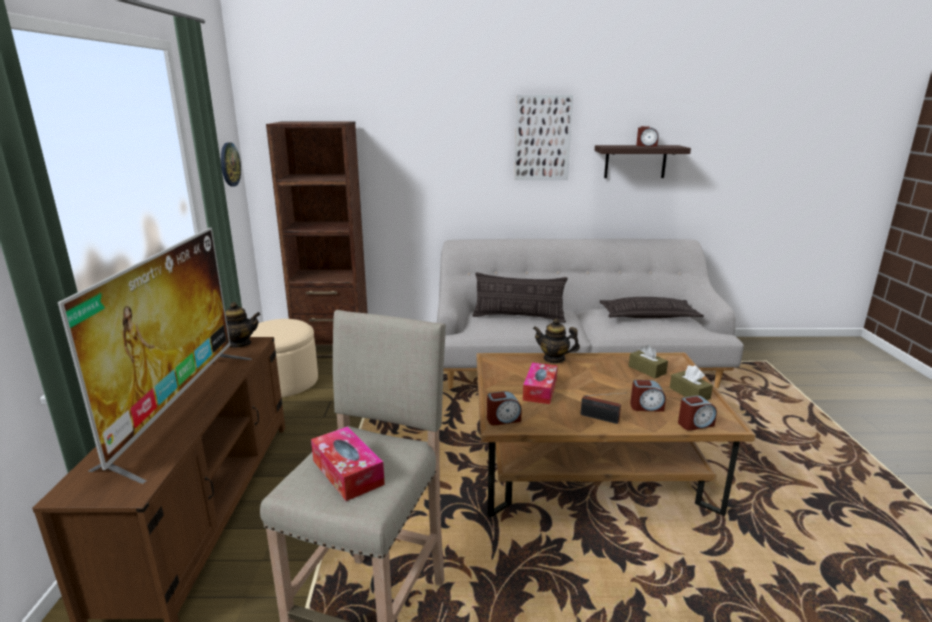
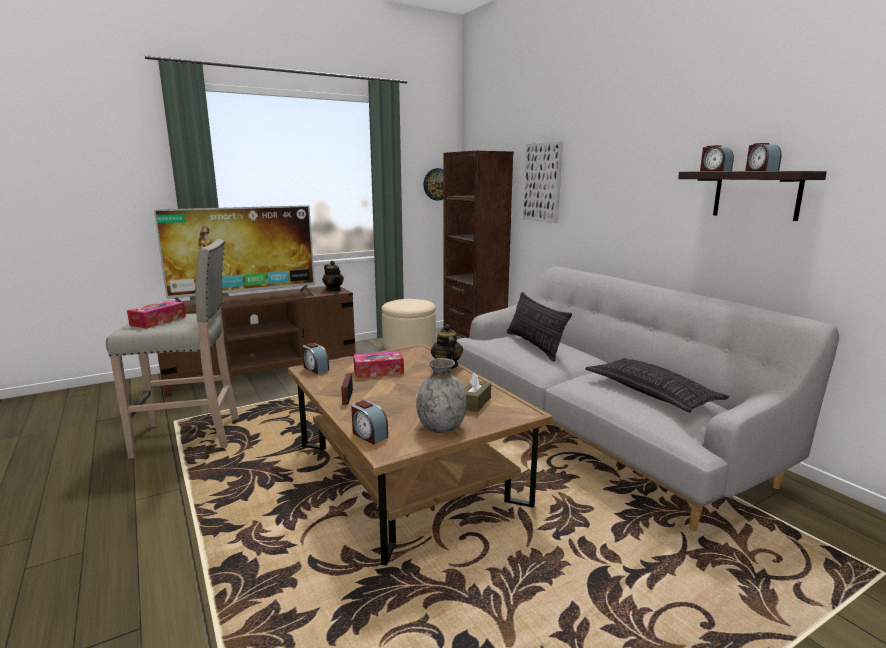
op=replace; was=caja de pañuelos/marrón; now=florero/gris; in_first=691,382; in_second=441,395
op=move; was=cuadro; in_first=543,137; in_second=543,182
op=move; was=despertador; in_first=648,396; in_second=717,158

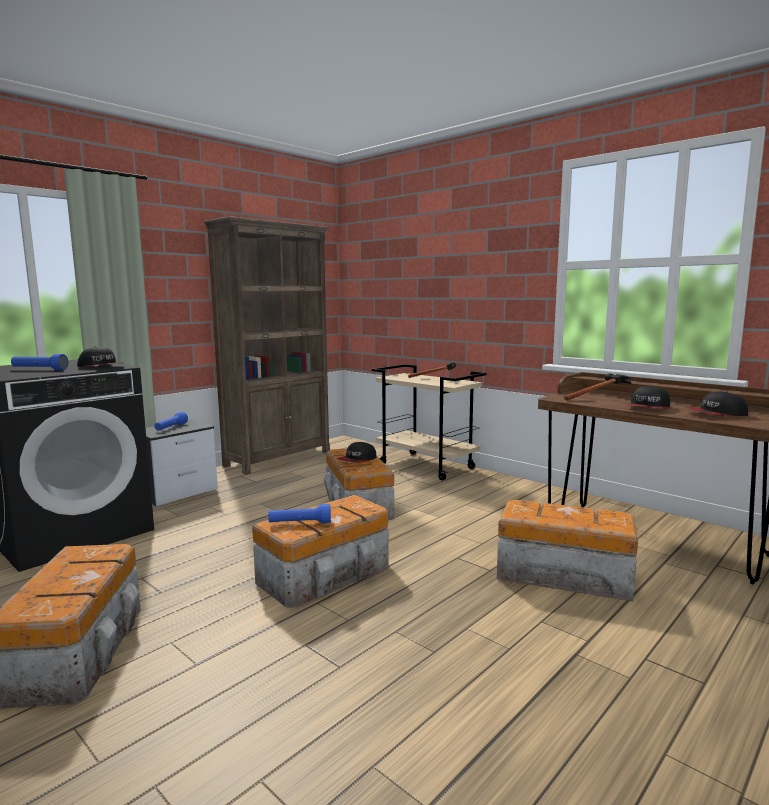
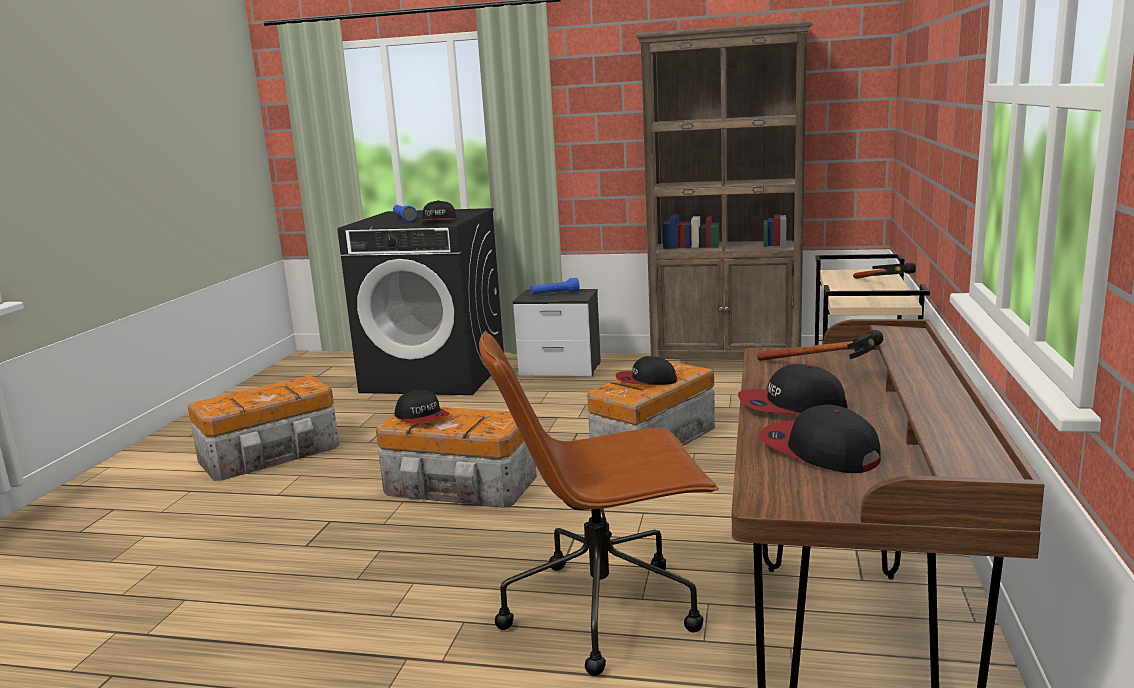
op=replace; was=linterna/azul; now=gorra; in_first=299,513; in_second=421,407
op=replace; was=caja de almacenaje; now=silla de oficina/marrón; in_first=567,550; in_second=599,503

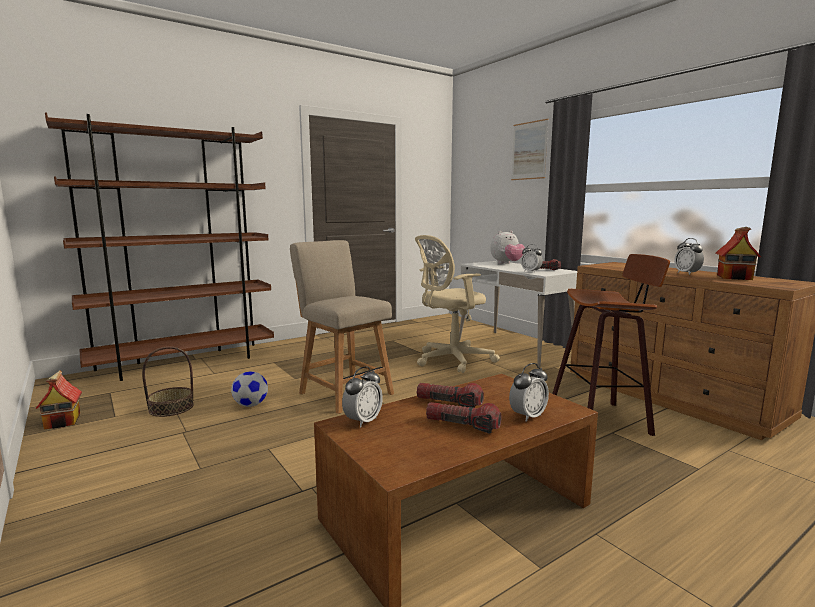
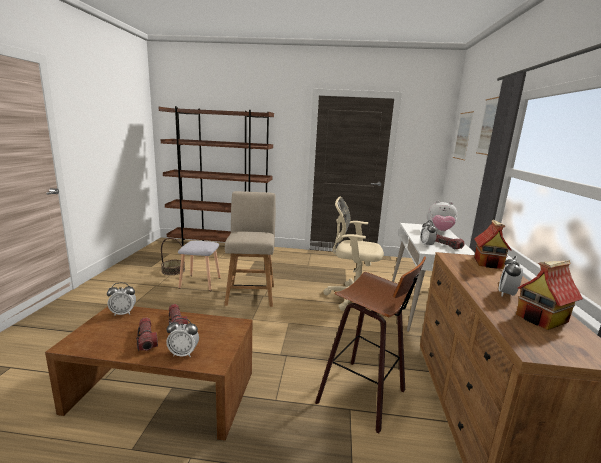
op=replace; was=balón de fútbol; now=taburete/gris; in_first=249,389; in_second=199,266
op=insert; now=cuadro; in_second=463,135
op=move; was=casita; in_first=58,400; in_second=493,244

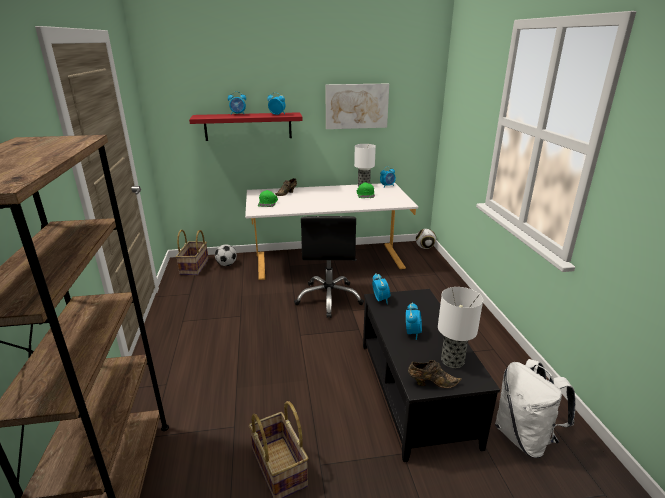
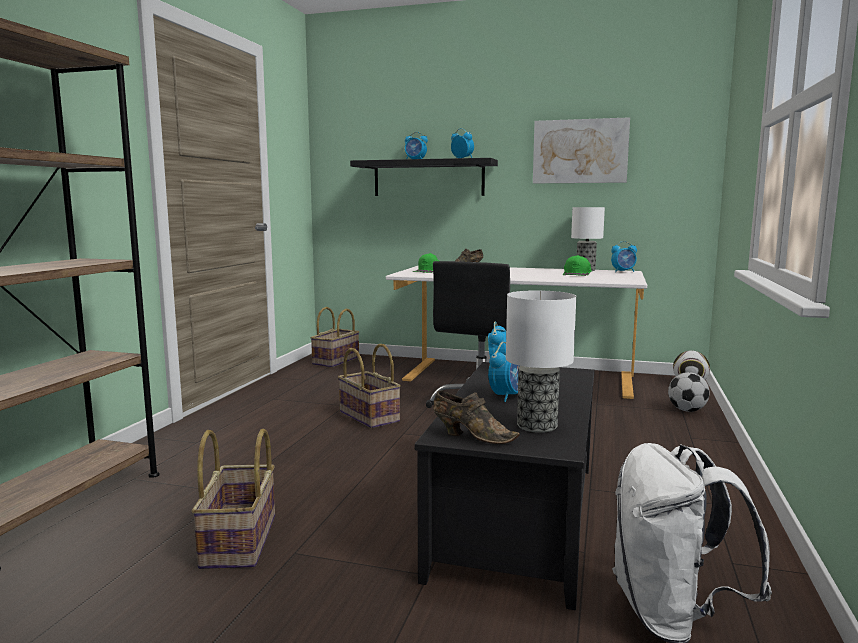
op=insert; now=cesta; in_second=369,386
op=recolor; was=estante/rojo; now=estante/negro; in_first=246,126; in_second=424,177
op=move; was=balón de fútbol; in_first=226,255; in_second=688,392

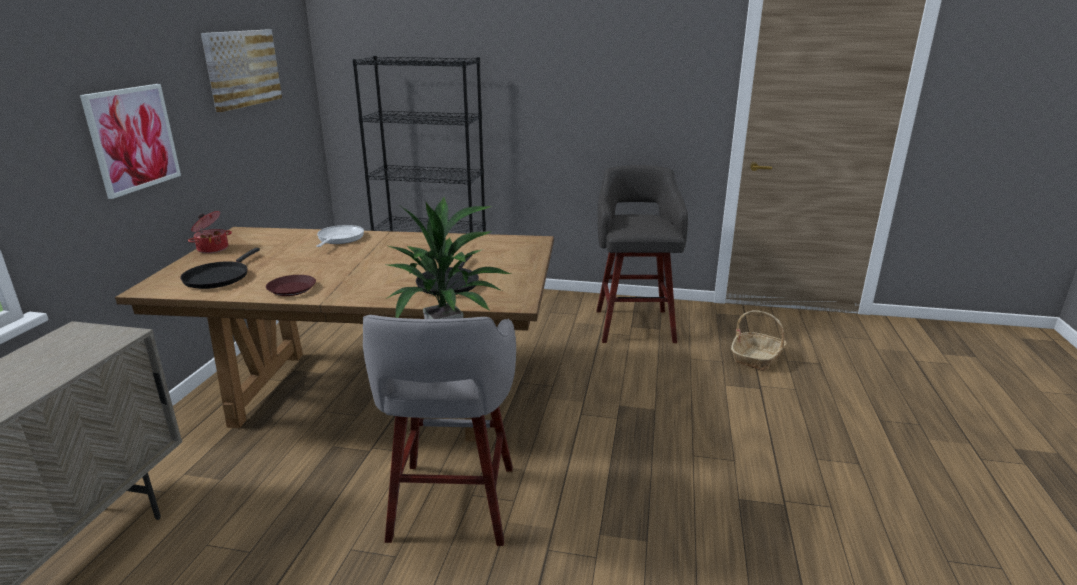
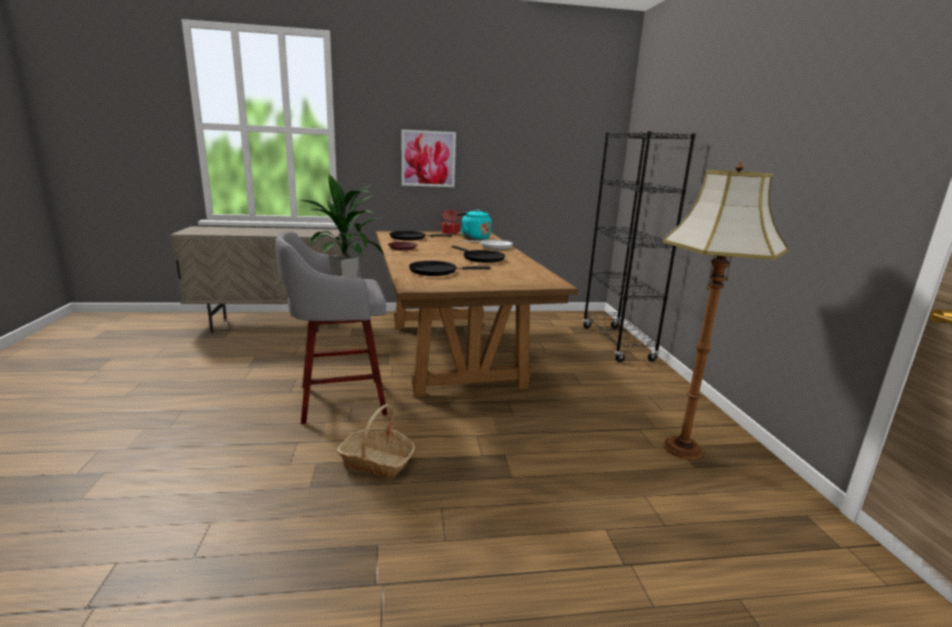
op=move; was=cesta; in_first=759,340; in_second=376,441
op=insert; now=sartén/negro; in_second=478,254
op=insert; now=hervidor/turquesa; in_second=474,224
op=replace; was=taburete/gris; now=lámpara de pie; in_first=642,254; in_second=726,310
op=delete; was=cuadro; in_first=241,71

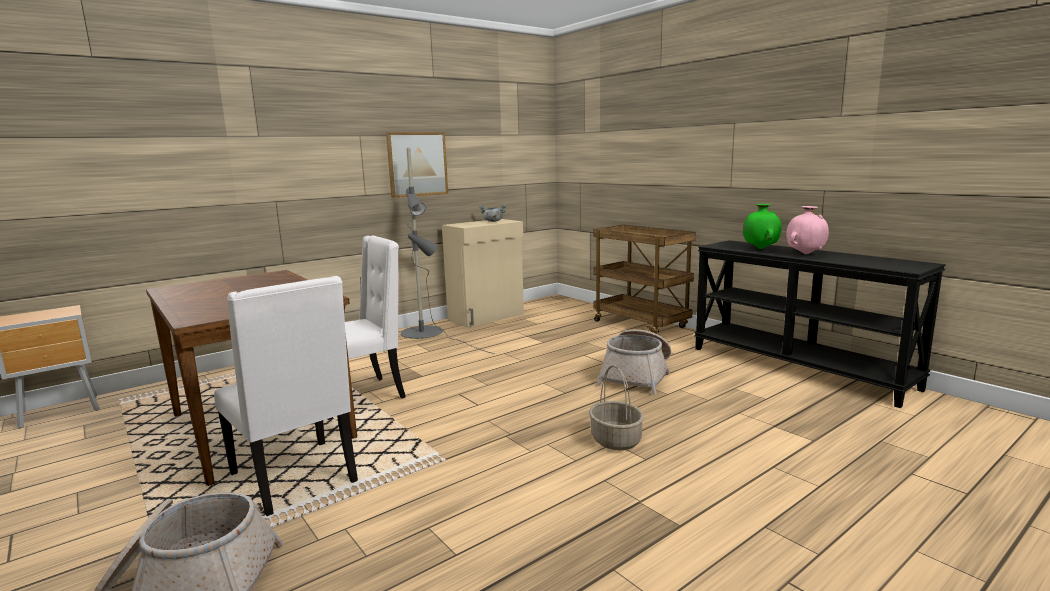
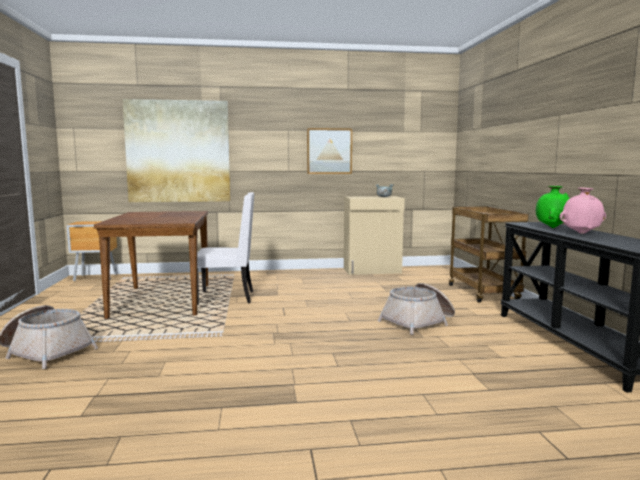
op=insert; now=cuadro; in_second=176,150
op=delete; was=silla/blanco; in_first=286,396
op=delete; was=lámpara de pie/gris; in_first=448,250
op=delete; was=cesta; in_first=616,407

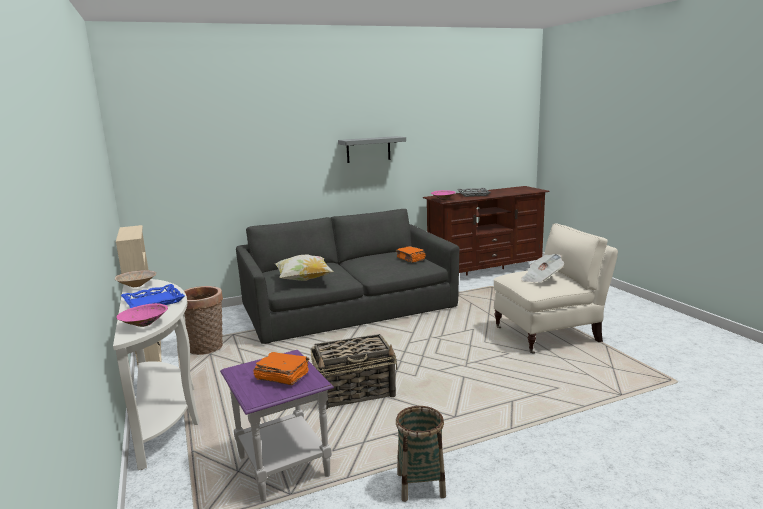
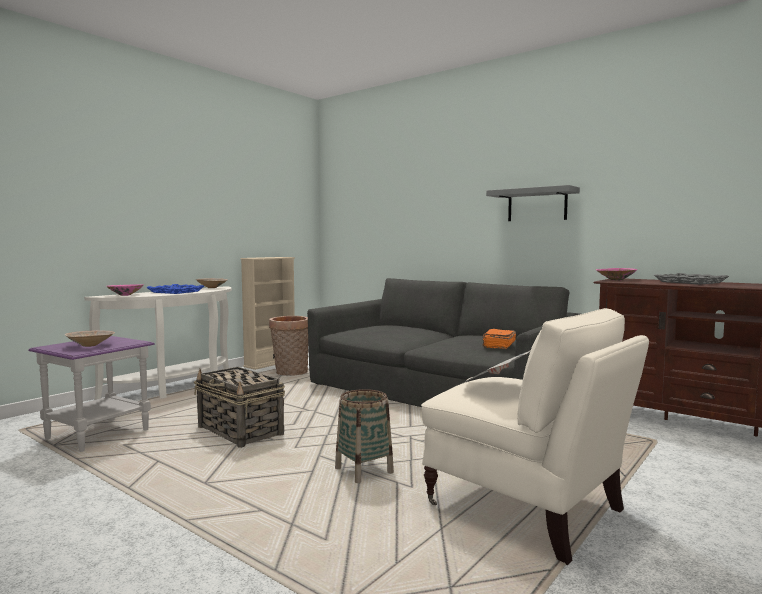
op=replace; was=libro/naranja; now=cuenco/beis; in_first=281,368; in_second=90,338
op=move; was=cesta; in_first=421,454; in_second=364,436
op=delete; was=cojín; in_first=304,267

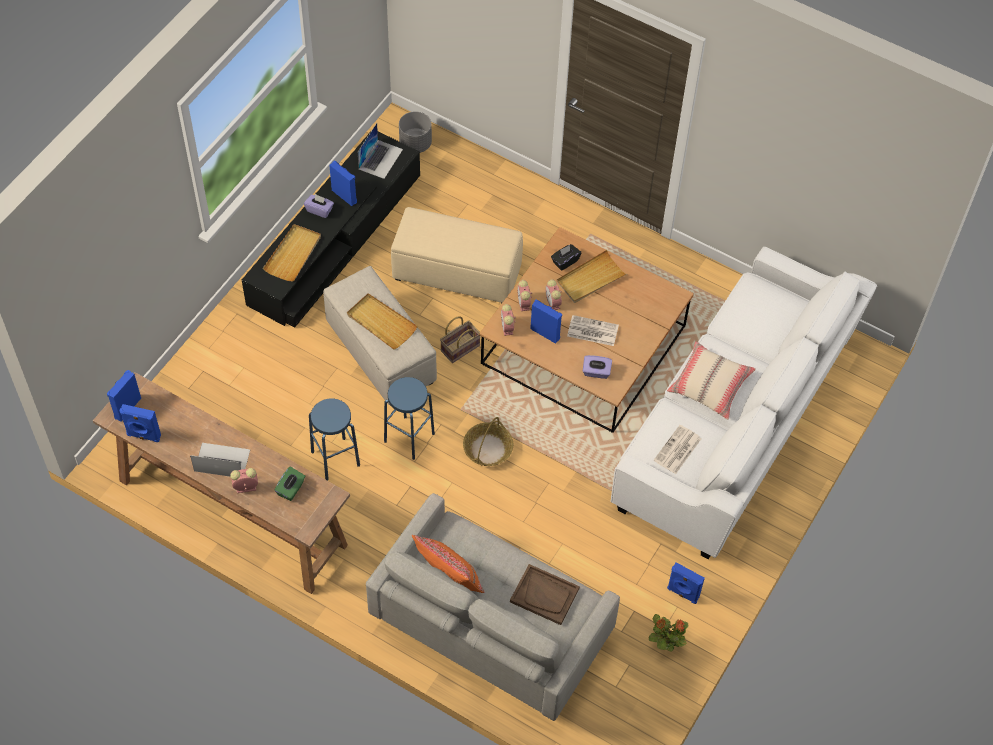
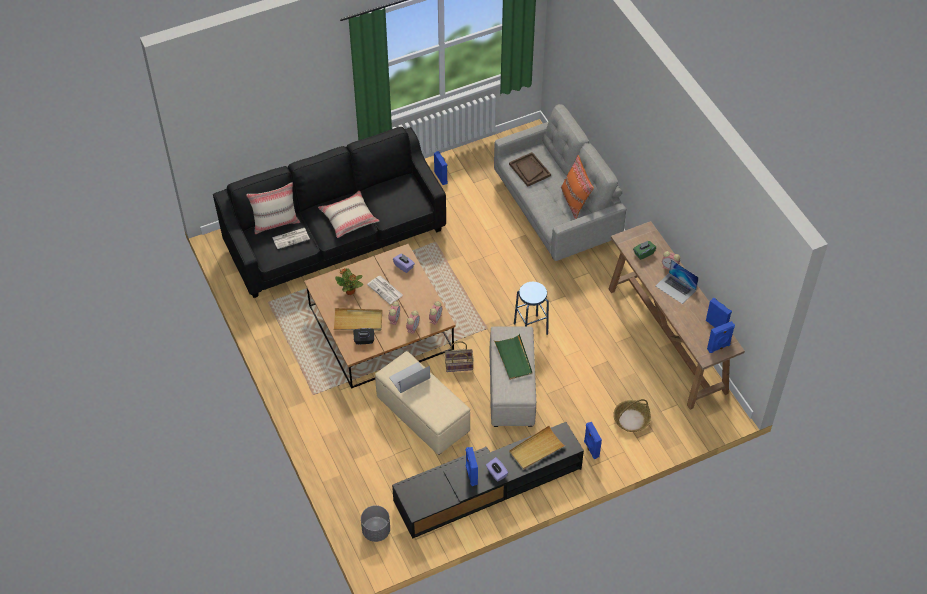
op=recolor; was=sofá/blanco; now=sofá/negro; in_first=743,403; in_second=329,212
op=insert; now=cojín/beis; in_second=273,208
op=move; was=periódico; in_first=677,449; in_second=291,238
op=move; was=planta en maceta; in_first=669,633; in_second=349,281
op=move; was=portátil; in_first=380,151; in_second=409,377
op=recolor; was=bandeja/beis; now=bandeja/verde; in_first=382,321; in_second=513,357
op=move; was=altavoz/azul; in_first=546,322; in_second=593,440
op=move; was=cesta; in_first=488,441; in_second=632,415
op=delete; was=taburete/azul; in_first=334,439

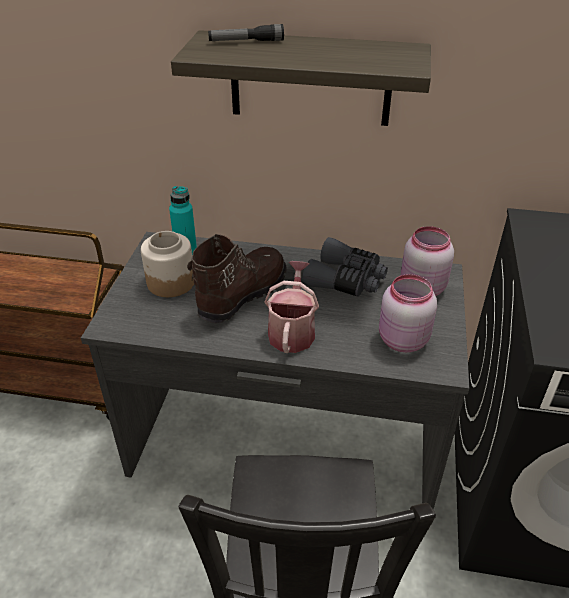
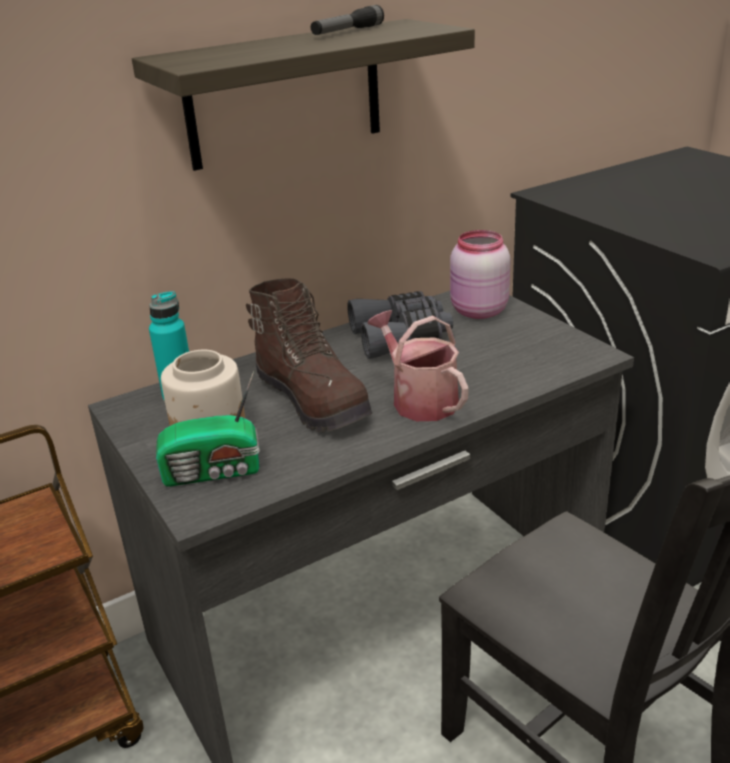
op=insert; now=radio; in_second=208,429
op=rotate; was=bota/marrón; in_first=237,278; in_second=309,355; clockwise=150
op=move; was=linterna; in_first=246,32; in_second=347,20
op=delete; was=tarro/rosa; in_first=408,313

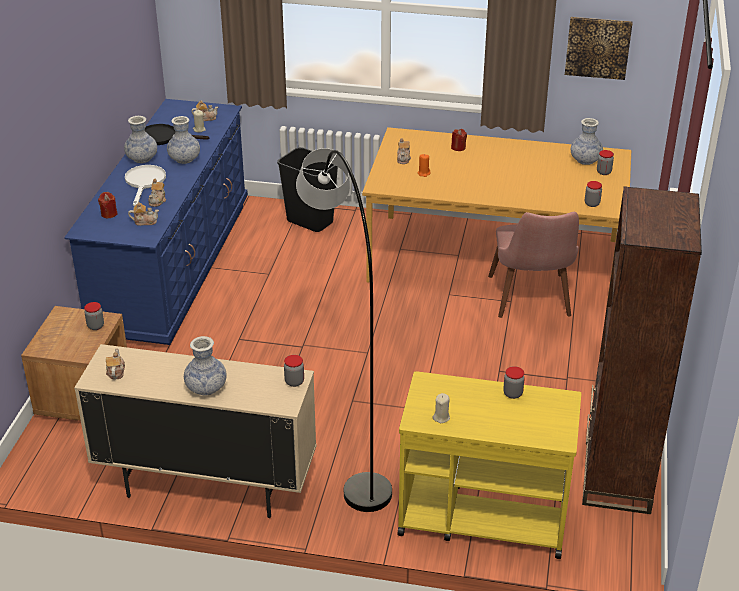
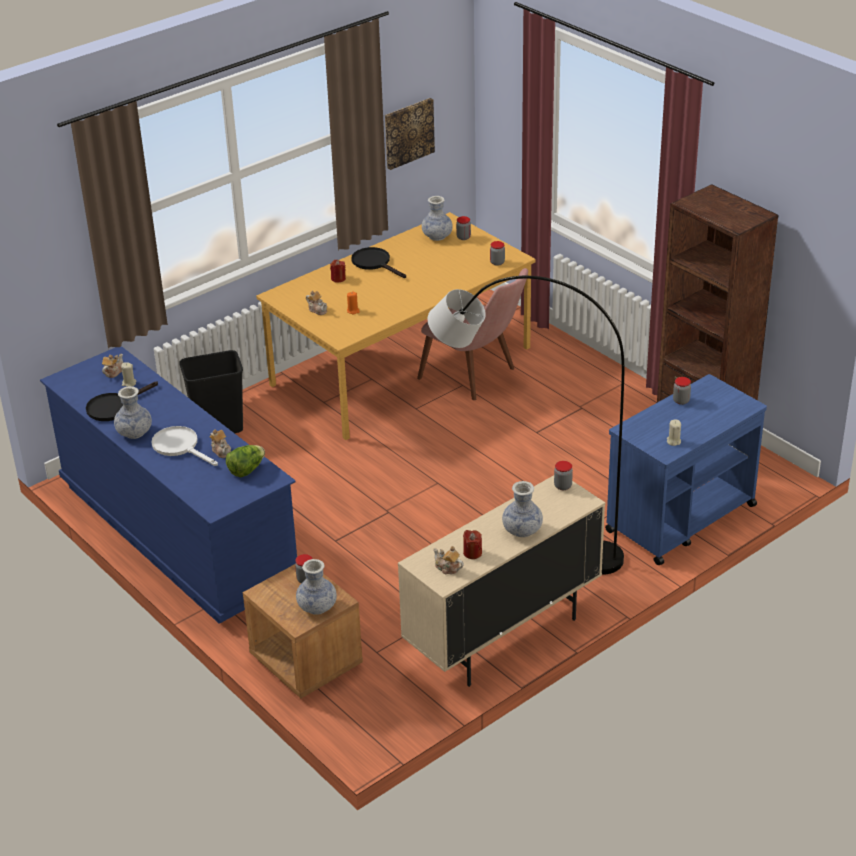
op=replace; was=tetera; now=lechuga; in_first=143,214; in_second=245,461
op=move; was=florero; in_first=183,140; in_second=316,587
op=insert; now=sartén/negro; in_second=378,262
op=move; was=vela/rojo; in_first=108,205; in_second=472,544
op=recolor; was=carrito/amarillo; now=carrito/azul; in_first=489,465; in_second=686,469

